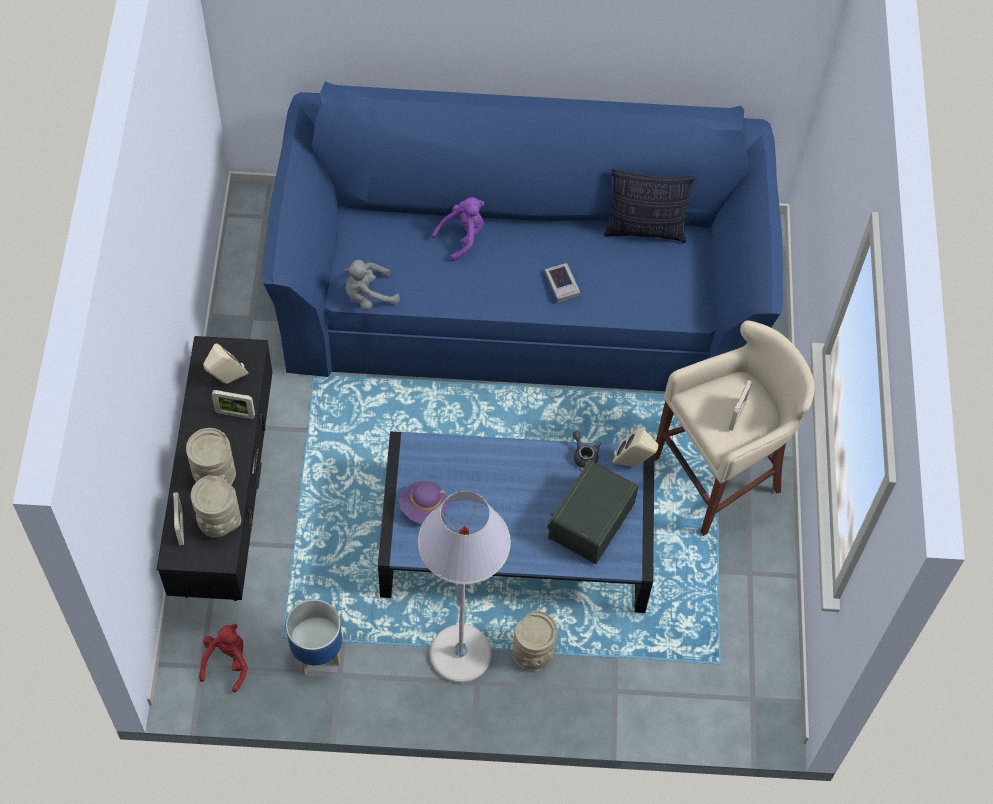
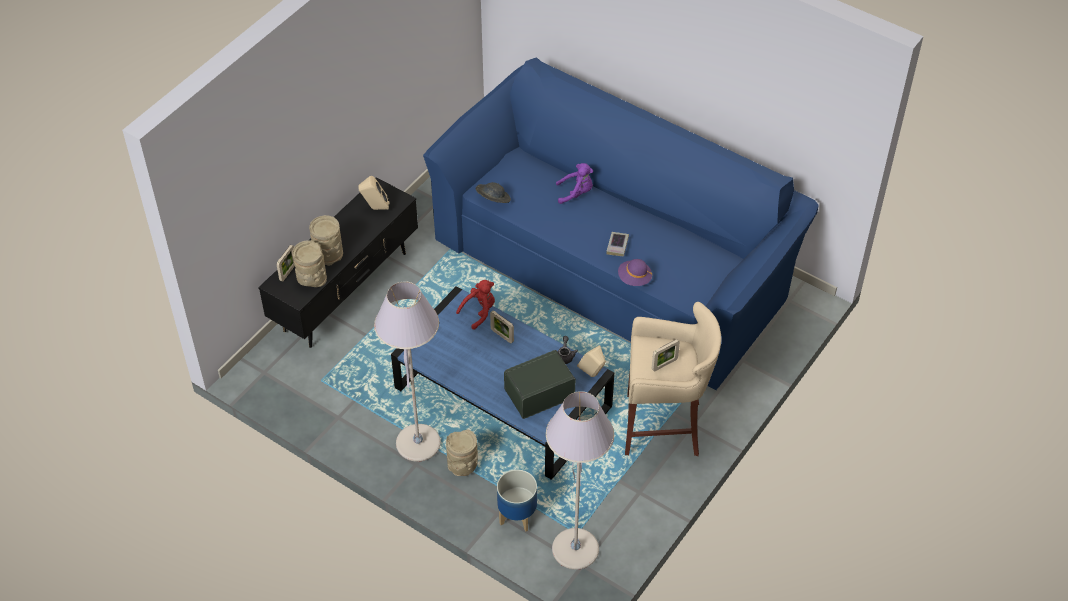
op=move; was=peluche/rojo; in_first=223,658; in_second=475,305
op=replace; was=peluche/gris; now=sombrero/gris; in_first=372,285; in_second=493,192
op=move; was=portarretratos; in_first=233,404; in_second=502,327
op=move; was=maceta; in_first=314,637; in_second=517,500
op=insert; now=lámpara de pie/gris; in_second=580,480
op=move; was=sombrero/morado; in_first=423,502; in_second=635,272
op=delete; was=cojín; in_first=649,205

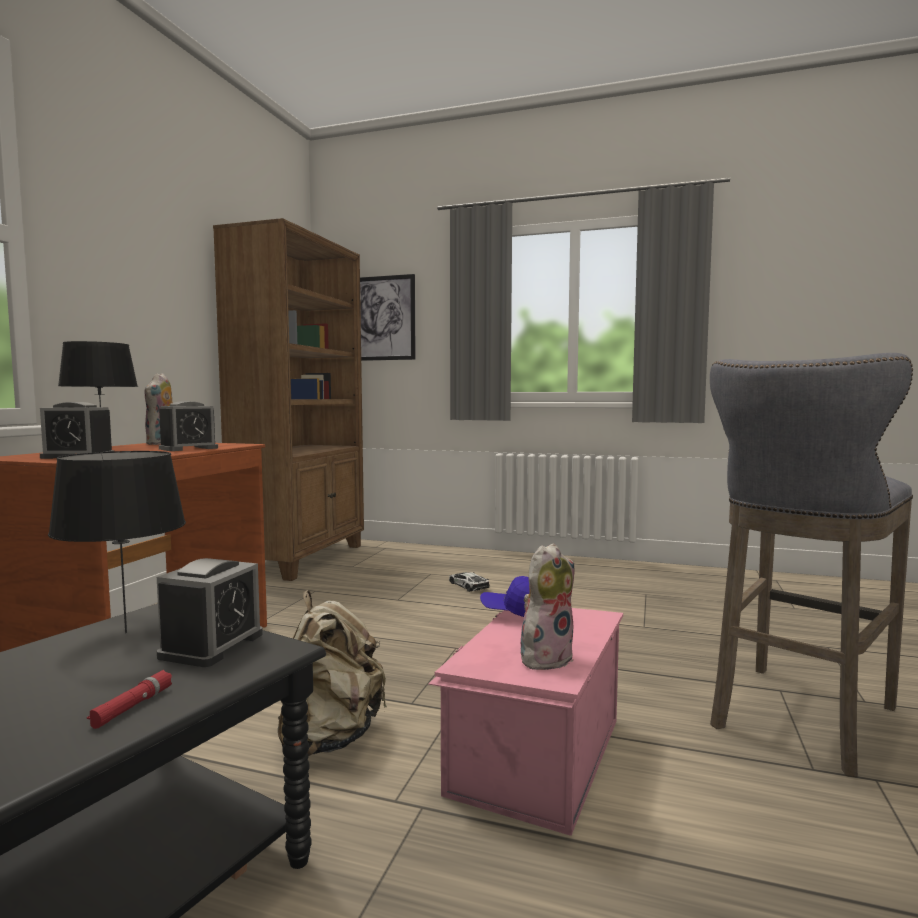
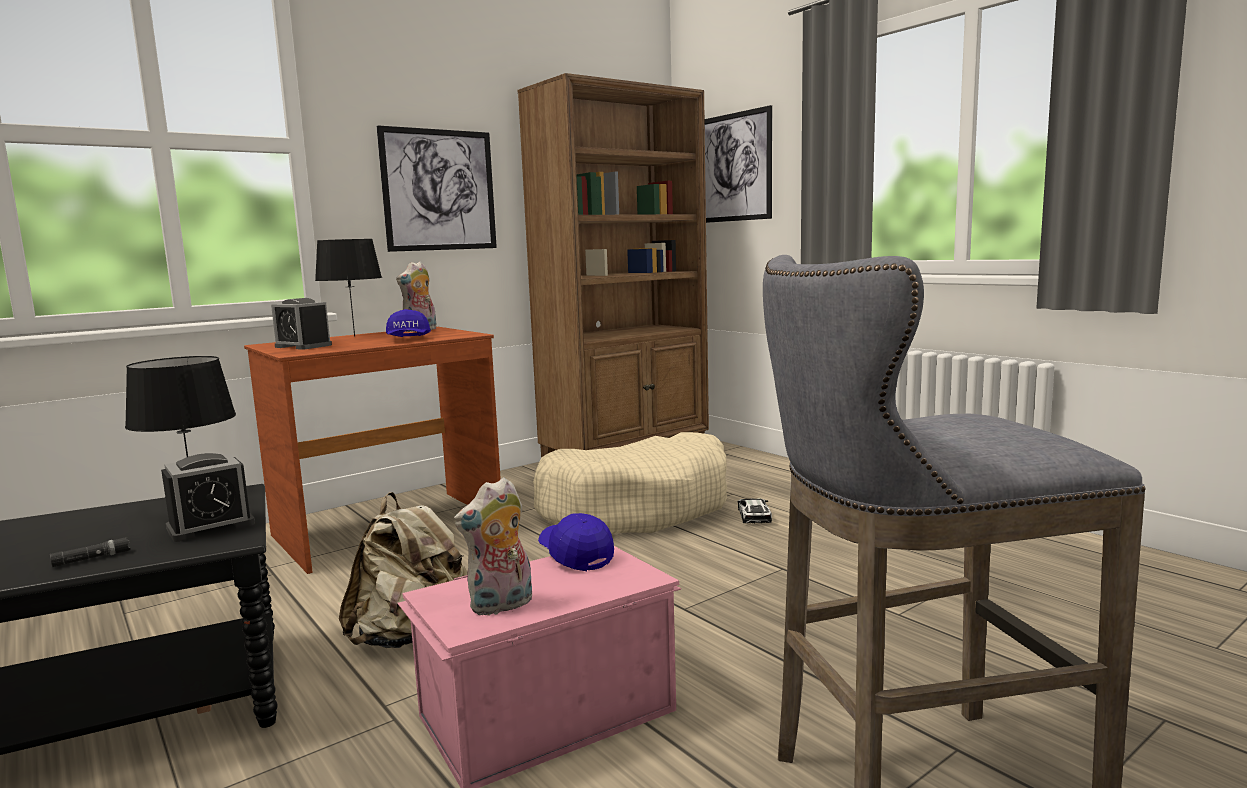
op=recolor; was=linterna/rojo; now=linterna/negro; in_first=129,699; in_second=90,552
op=insert; now=cuadro; in_second=437,188
op=replace; was=despertador; now=gorra/azul; in_first=188,426; in_second=408,323
op=rotate; was=peluche; in_first=548,607; in_second=492,546; clockwise=150
op=insert; now=cama para perro/beis; in_second=630,483

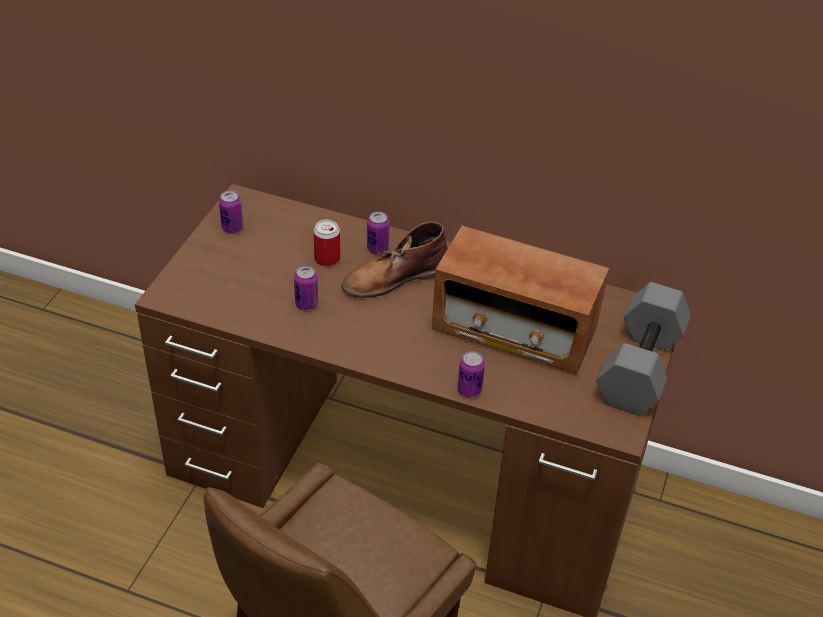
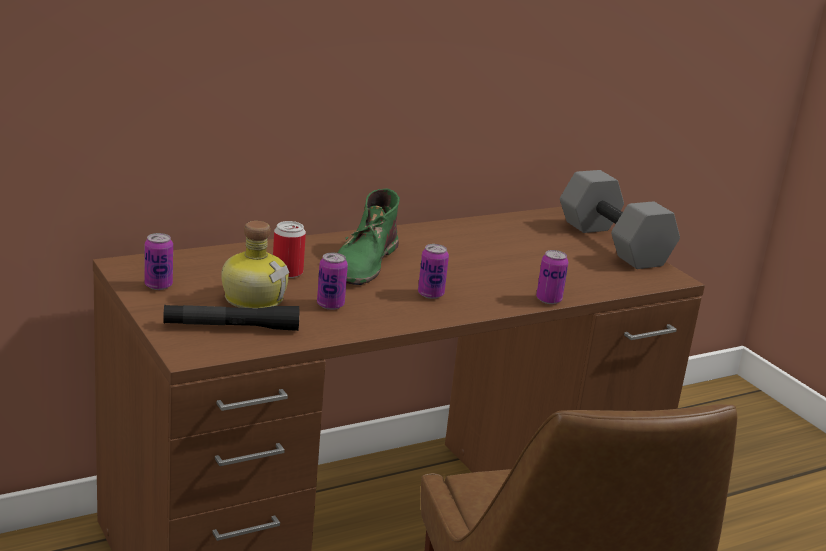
op=insert; now=linterna/negro; in_second=231,318
op=insert; now=botella; in_second=255,264
op=recolor; was=bota/marrón; now=bota/verde; in_first=394,260; in_second=369,237
op=move; was=lata; in_first=378,232; in_second=433,271
op=delete; was=radio; in_first=520,300

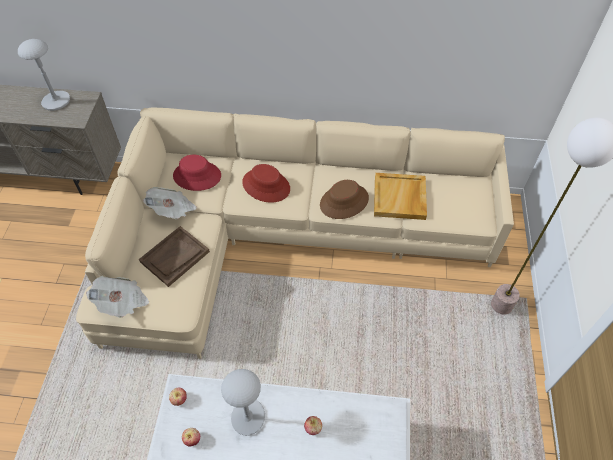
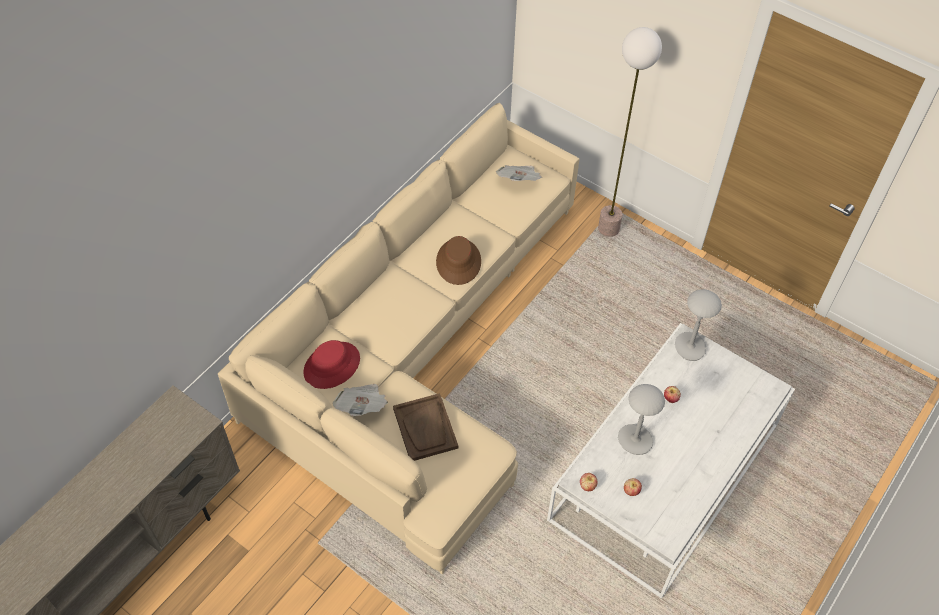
op=move; was=periódico; in_first=117,297; in_second=519,173
op=move; was=lámpara de mesa/gris; in_first=44,75; in_second=698,325
op=delete; was=sombrero/rojo; in_first=266,183
op=delete; was=bandeja/beis; in_first=400,196

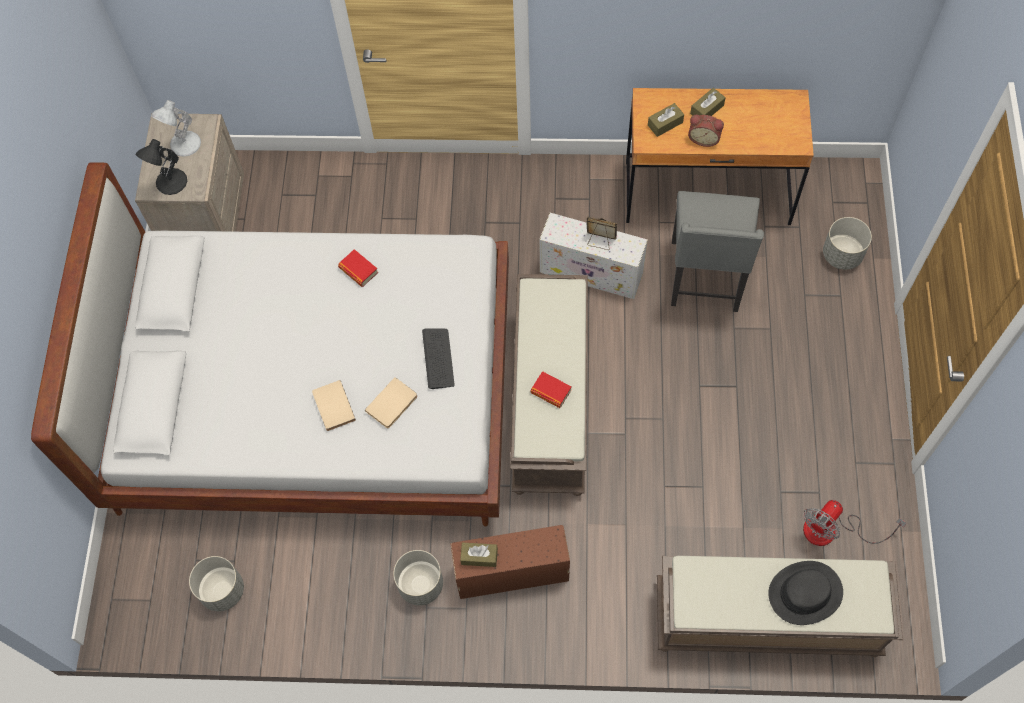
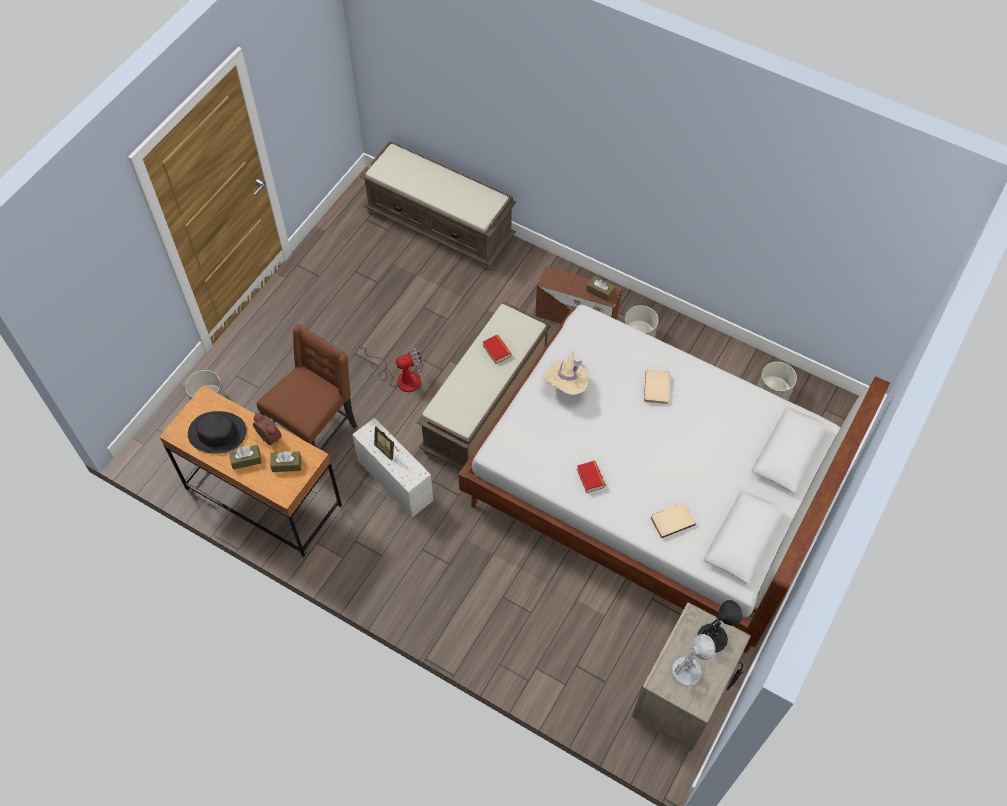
op=move; was=sombrero/negro; in_first=805,593; in_second=217,432
op=recolor; was=silla/gris; now=silla/marrón; in_first=717,251; in_second=307,387
op=move; was=ventilador; in_first=855,523; in_second=391,367
op=replace; was=teclado; now=sombrero/beis; in_first=438,359; in_second=565,373
op=move; was=libro/beis; in_first=391,402; in_second=673,520

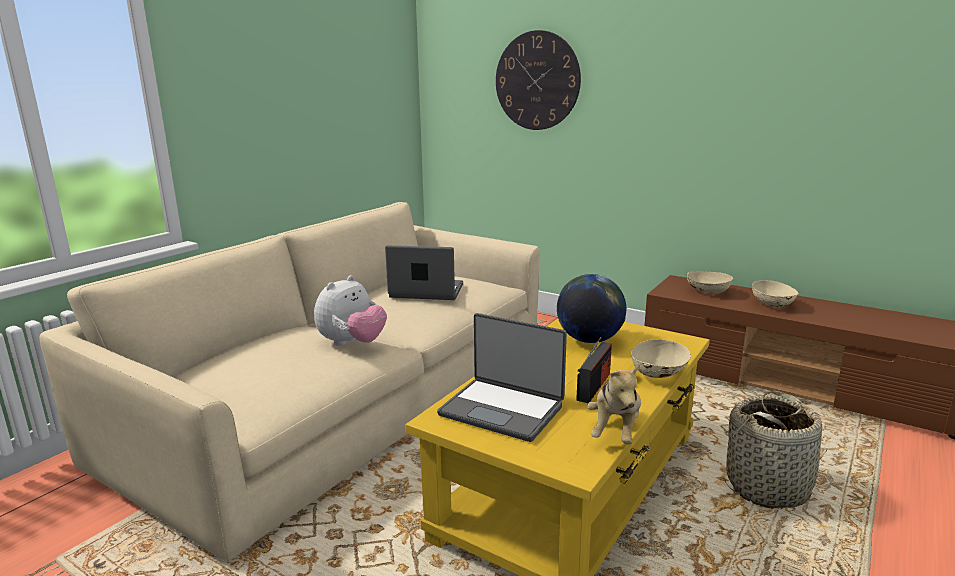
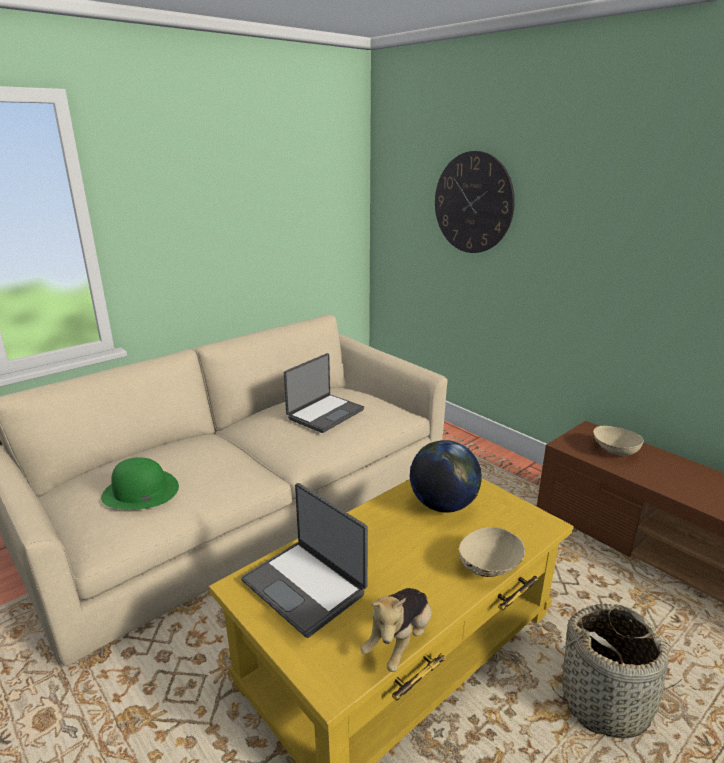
op=insert; now=sombrero/verde; in_second=140,483
op=rotate; was=portátil; in_first=424,272; in_second=324,393; clockwise=105
op=delete; was=peluche; in_first=350,310
op=delete; was=radio; in_first=594,370
op=delete; was=cuenco/beis; in_first=775,293

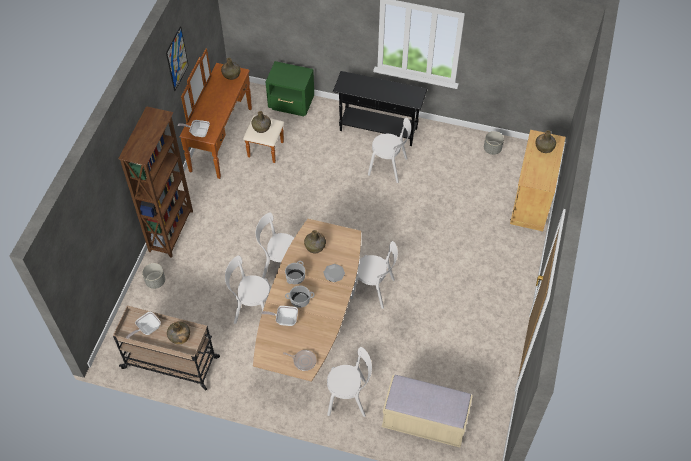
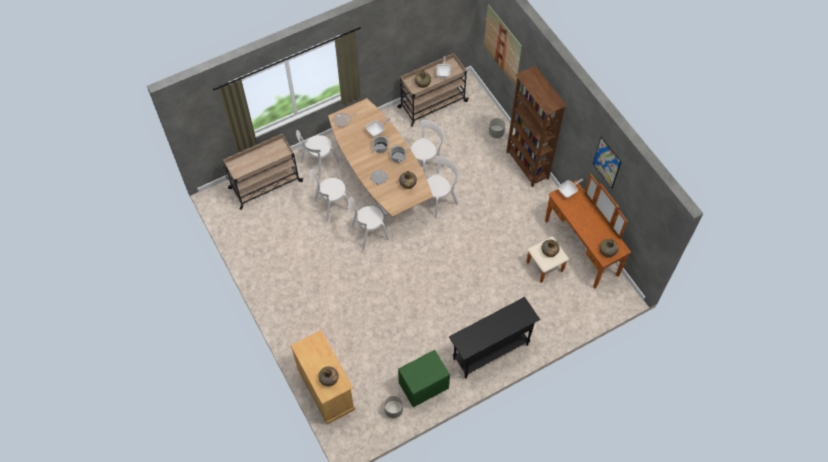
op=replace; was=banco/beis; now=carrito/beis; in_first=427,411; in_second=262,172
op=move; was=silla/blanco; in_first=389,150; in_second=329,195
op=move; was=mesita de noche/verde; in_first=290,88; in_second=424,378
op=insert; now=cuadro; in_second=503,45

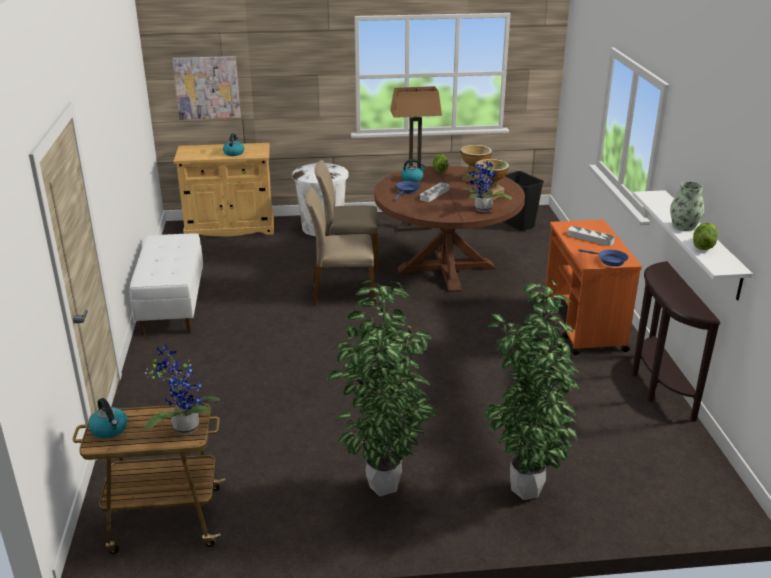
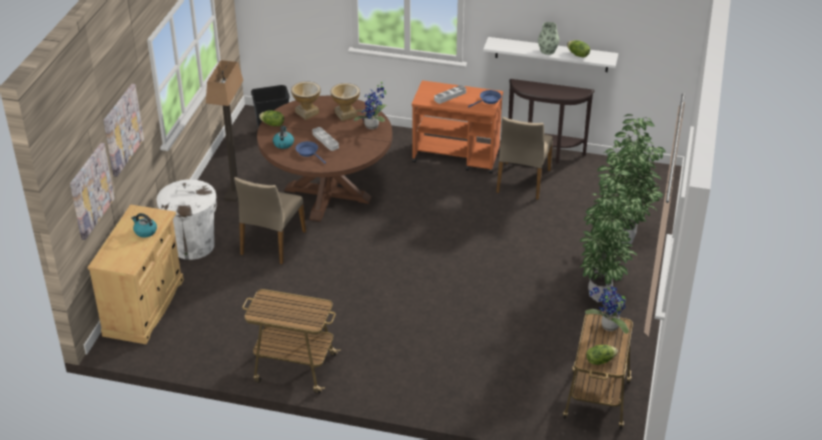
op=insert; now=cuadro; in_second=123,130
op=replace; was=banco/blanco; now=carrito; in_first=166,284; in_second=291,341
op=move; was=silla/beis; in_first=340,246; in_second=524,158
op=replace; was=hervidor; now=lechuga; in_first=108,418; in_second=602,355

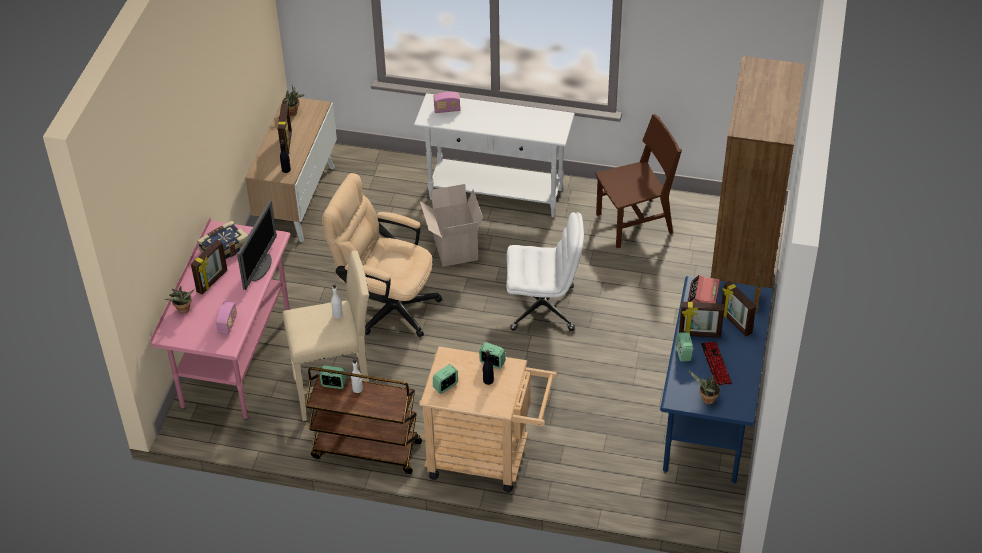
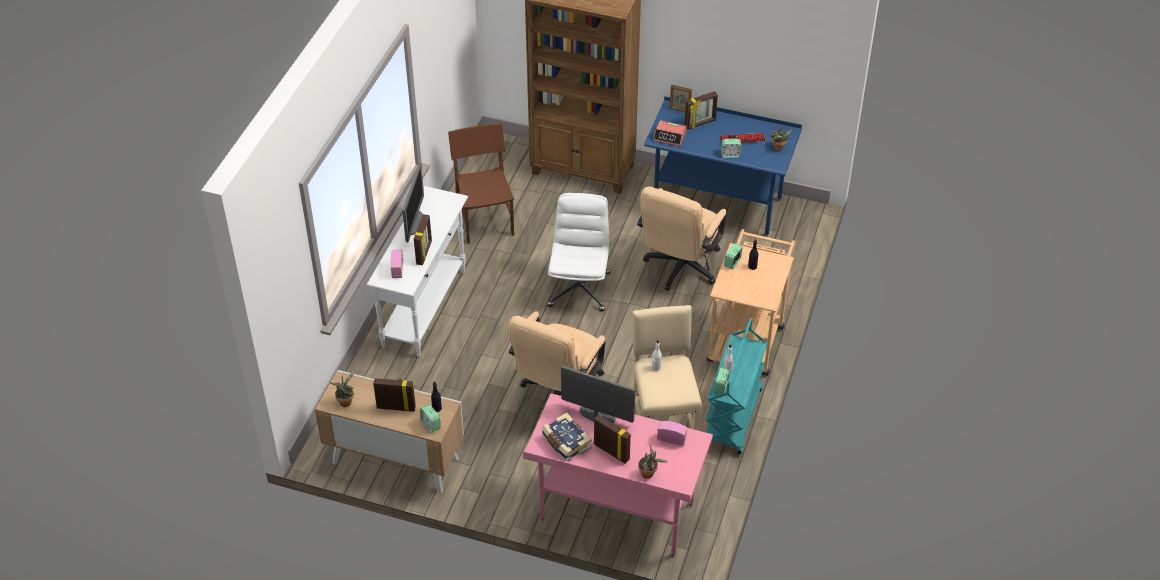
op=insert; now=monitor; in_second=413,202
op=move; was=portarretratos; in_first=701,320; in_second=423,239
op=move; was=despertador; in_first=445,379; in_second=430,418
op=insert; now=silla de oficina/beis; in_second=681,238
op=recolor; was=carrito/marrón; now=carrito/turquesa; in_first=363,420; in_second=736,386
op=delete; was=caja de cartón; in_first=451,225

